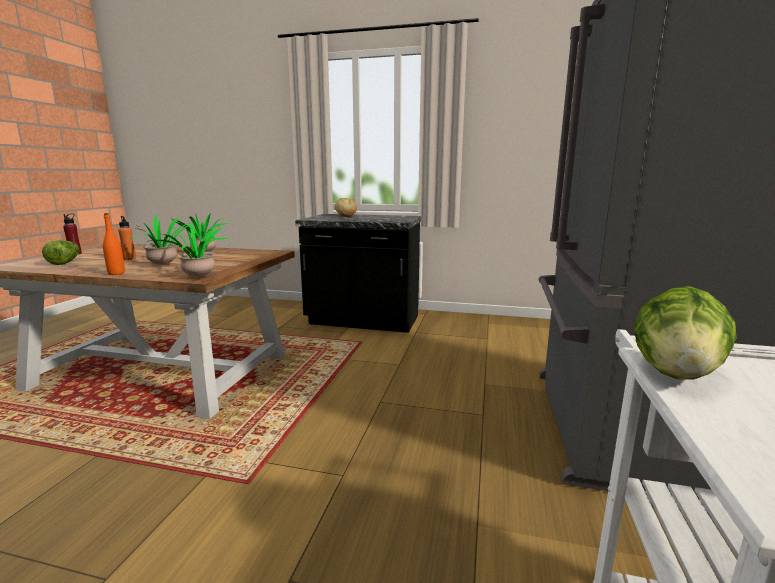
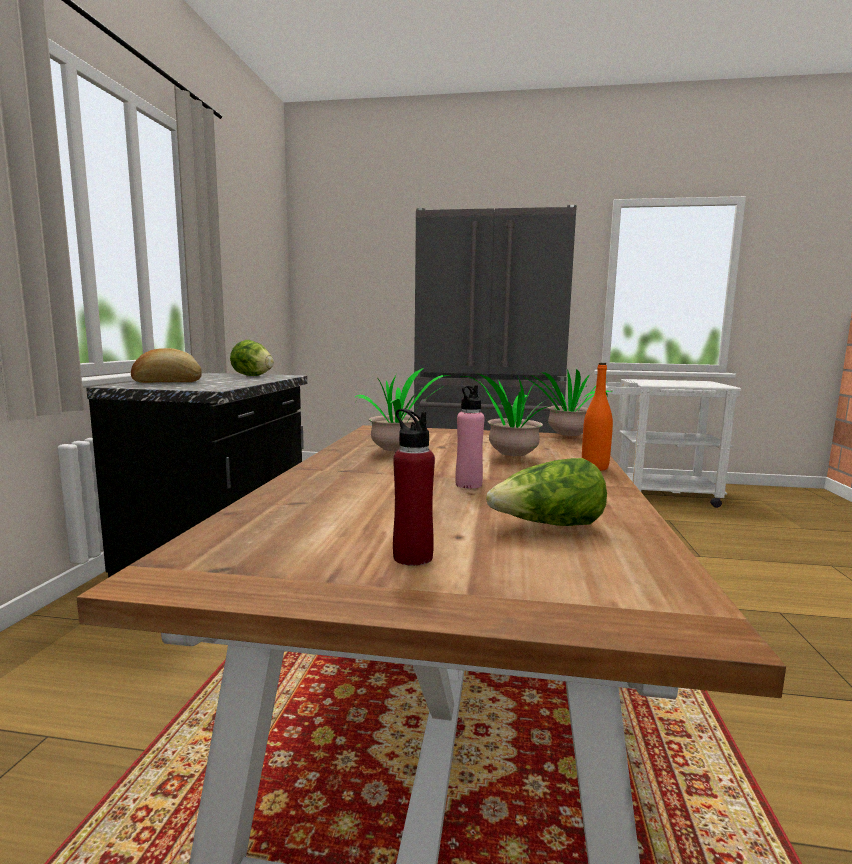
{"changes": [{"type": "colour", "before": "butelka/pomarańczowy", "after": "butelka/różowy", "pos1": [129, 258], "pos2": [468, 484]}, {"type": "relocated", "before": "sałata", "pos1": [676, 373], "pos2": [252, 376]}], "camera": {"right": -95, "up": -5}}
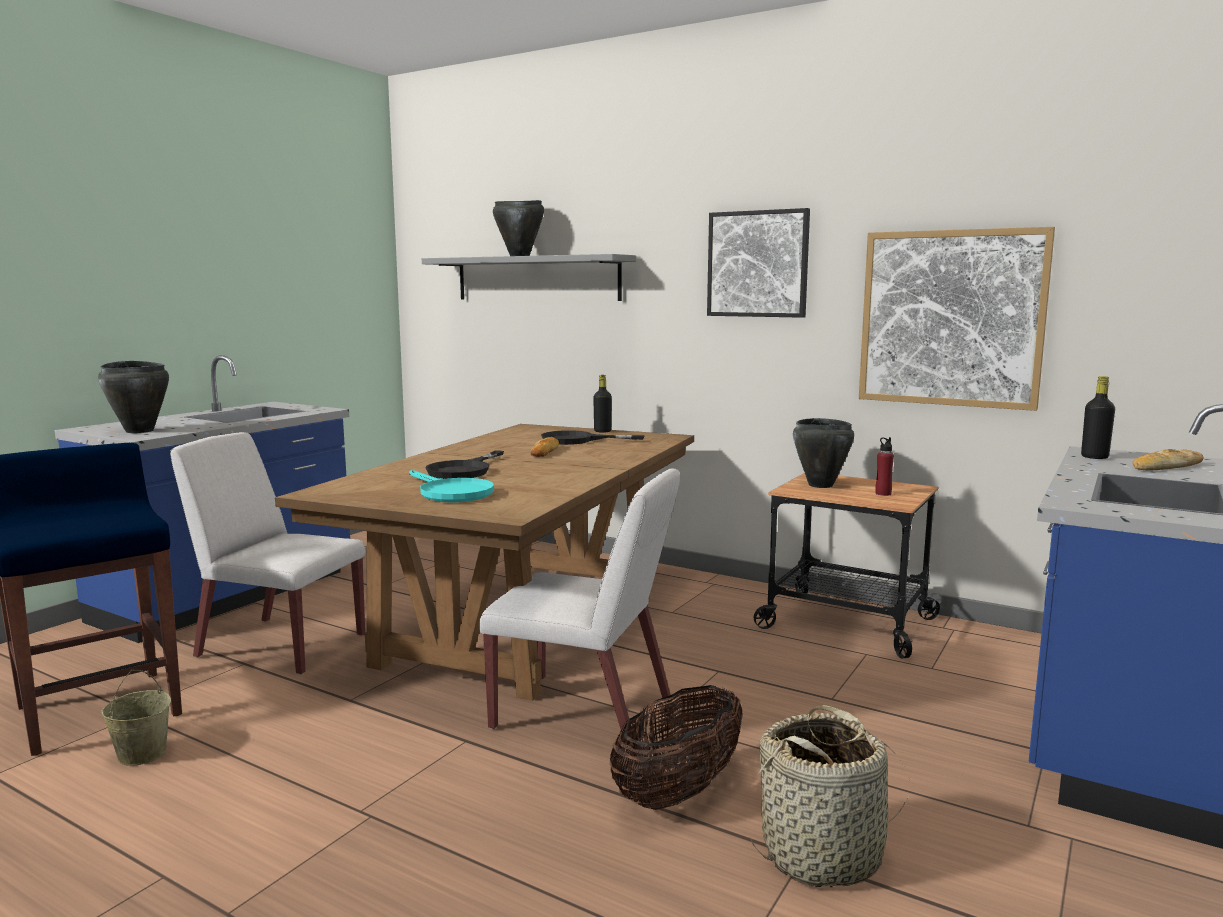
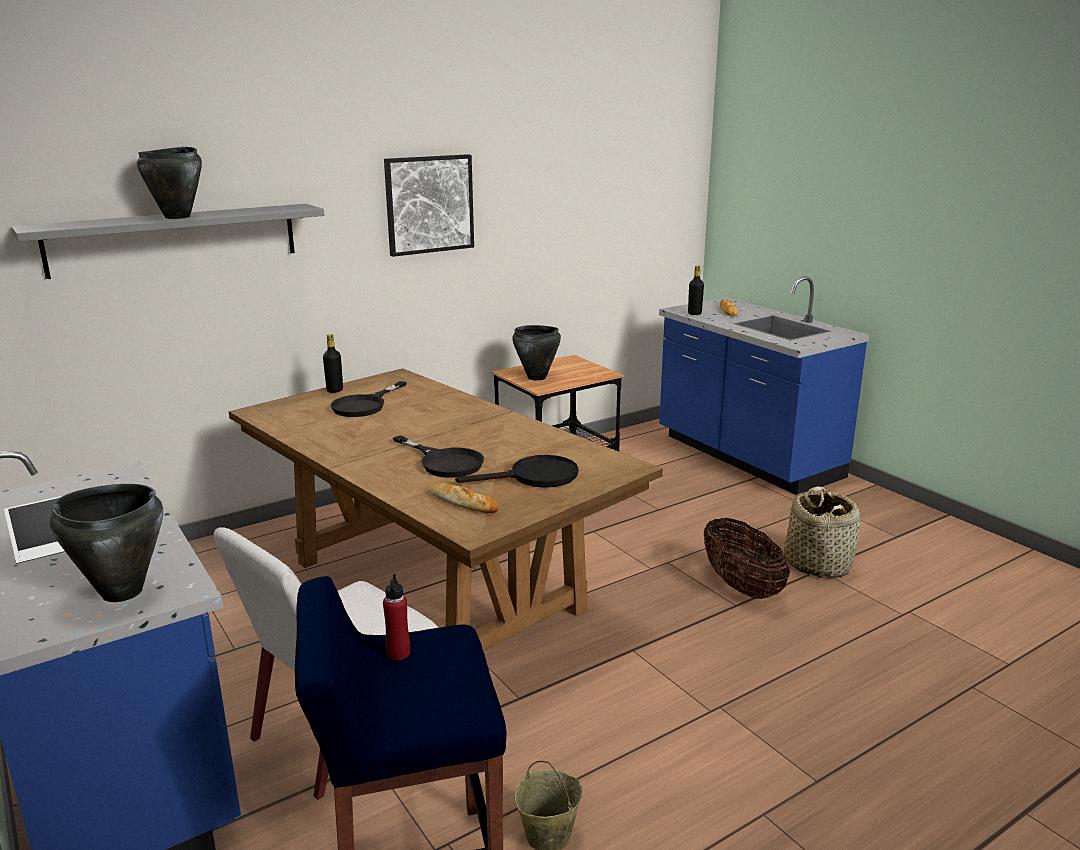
{"changes": [{"type": "missing", "before": "obraz", "pos1": [951, 318]}, {"type": "relocated", "before": "chleb", "pos1": [545, 451], "pos2": [463, 503]}, {"type": "relocated", "before": "butelka/czerwony", "pos1": [883, 493], "pos2": [398, 653]}, {"type": "missing", "before": "krzesło/biały", "pos1": [585, 713]}, {"type": "colour", "before": "patelnia/turkusowy", "after": "patelnia/czarny", "pos1": [451, 493], "pos2": [534, 477]}], "camera": {"right": -65, "up": 10}}
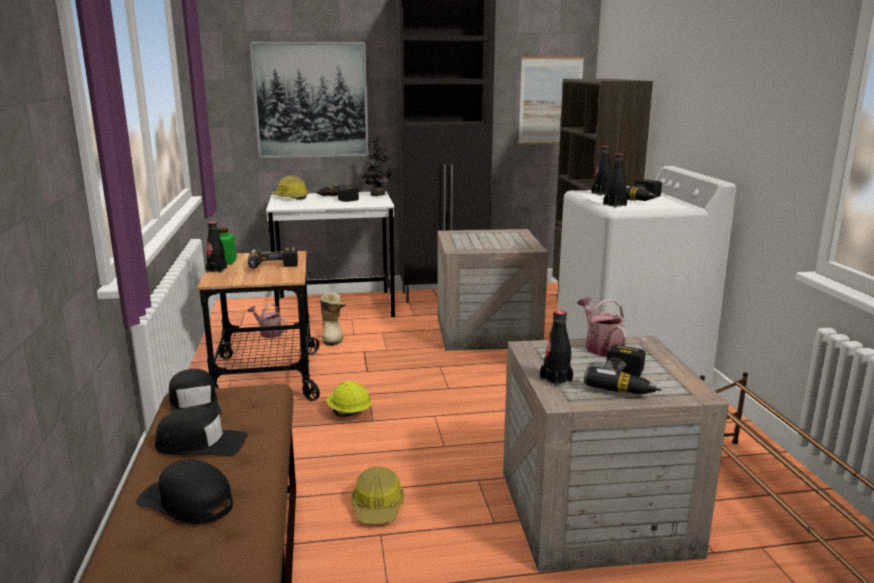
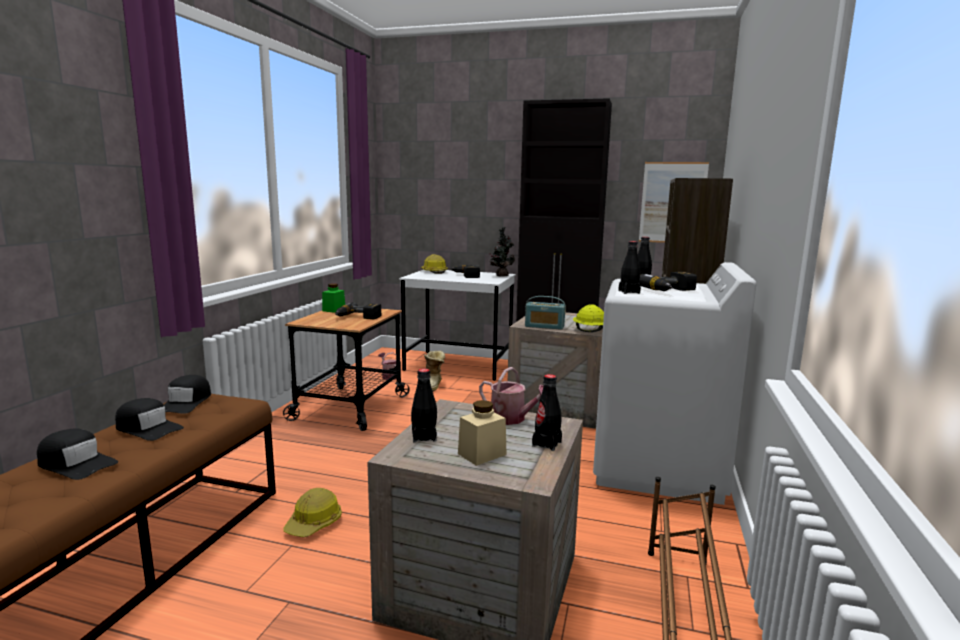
{"changes": [{"type": "missing", "before": "obraz", "pos1": [311, 100]}, {"type": "relocated", "before": "butelka/czarny", "pos1": [216, 270], "pos2": [546, 444]}, {"type": "spun", "before": "konewka", "pos1": [600, 347], "pos2": [512, 419], "turn": 120}, {"type": "exchanged", "before": "wiertarka", "after": "słoik/beżowy", "pos1": [627, 383], "pos2": [482, 454]}, {"type": "relocated", "before": "kask/żółty", "pos1": [349, 413], "pos2": [589, 331]}, {"type": "spun", "before": "czapka z daszkiem/czarny", "pos1": [187, 502], "pos2": [76, 464], "turn": 150}, {"type": "appeared", "after": "radio", "pos2": [544, 326]}], "camera": {"right": 25, "up": -5}}
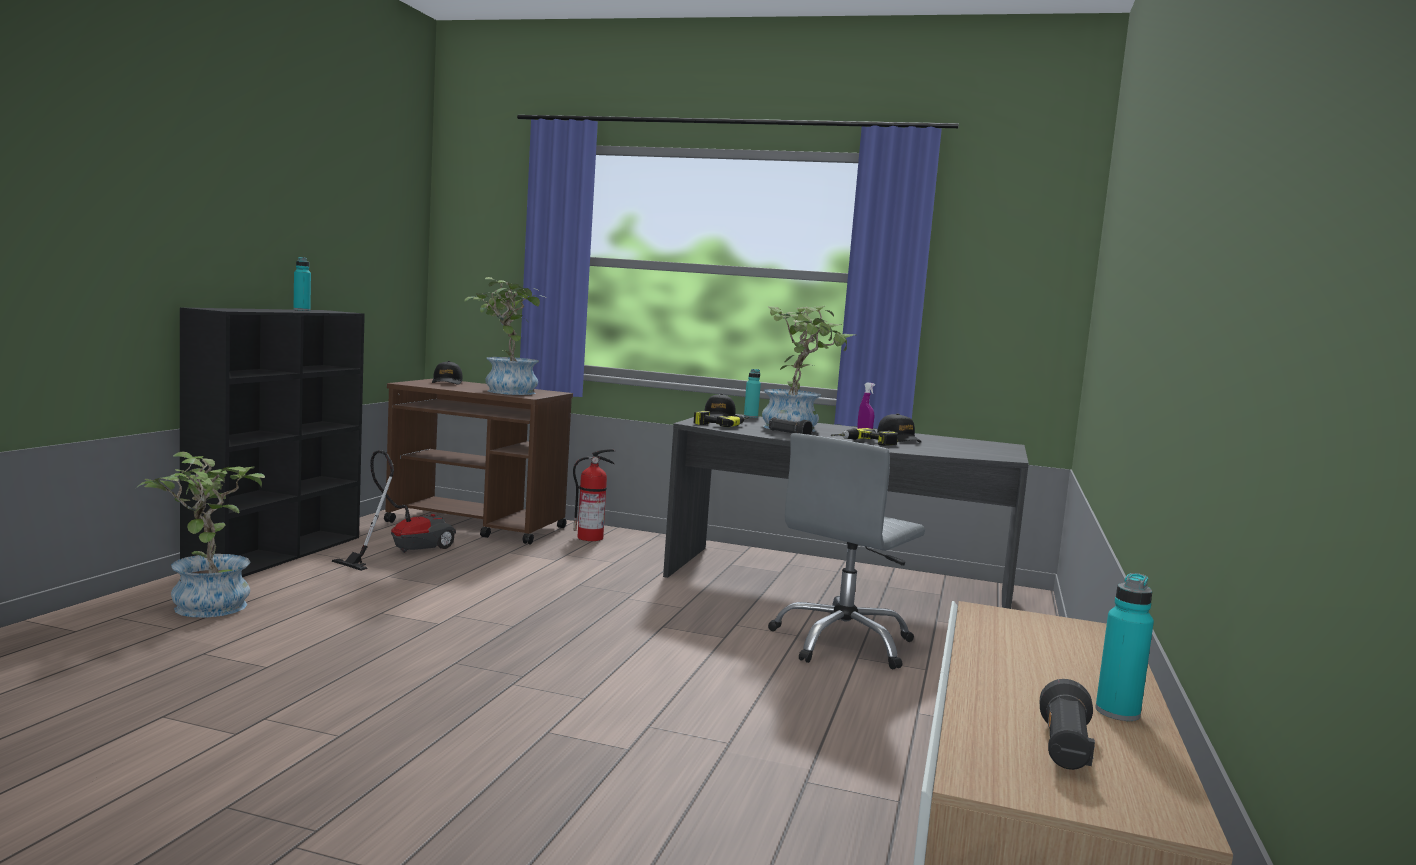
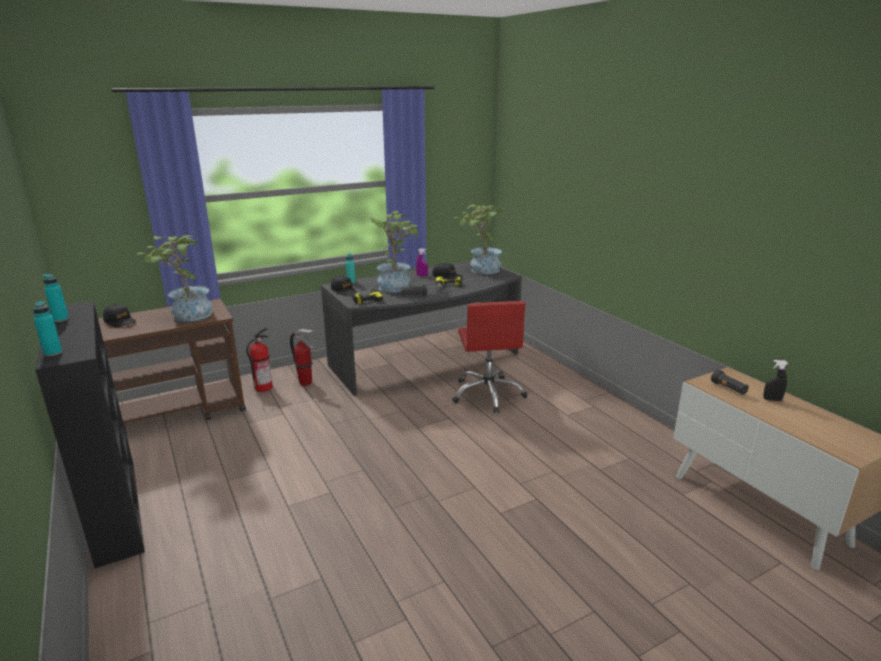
{"changes": [{"type": "colour", "before": "krzesło biurowe/szary", "after": "krzesło biurowe/czerwony", "pos1": [843, 643], "pos2": [488, 394]}, {"type": "missing", "before": "odkurzacz", "pos1": [403, 551]}, {"type": "relocated", "before": "roślina doniczkowa", "pos1": [205, 603], "pos2": [480, 270]}, {"type": "relocated", "before": "butelka/turkusowy", "pos1": [1117, 712], "pos2": [53, 353]}, {"type": "relocated", "before": "latarka/czarny", "pos1": [1064, 750], "pos2": [728, 389]}, {"type": "appeared", "after": "gaśnica", "pos2": [306, 383]}, {"type": "appeared", "after": "spryskiwacz/czarny", "pos2": [772, 399]}], "camera": {"right": -45, "up": 15}}
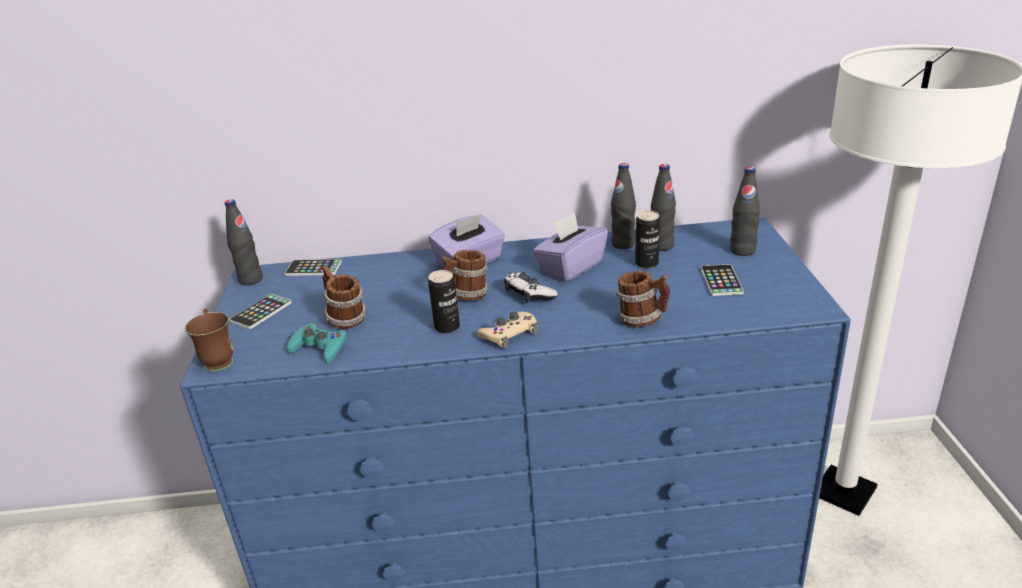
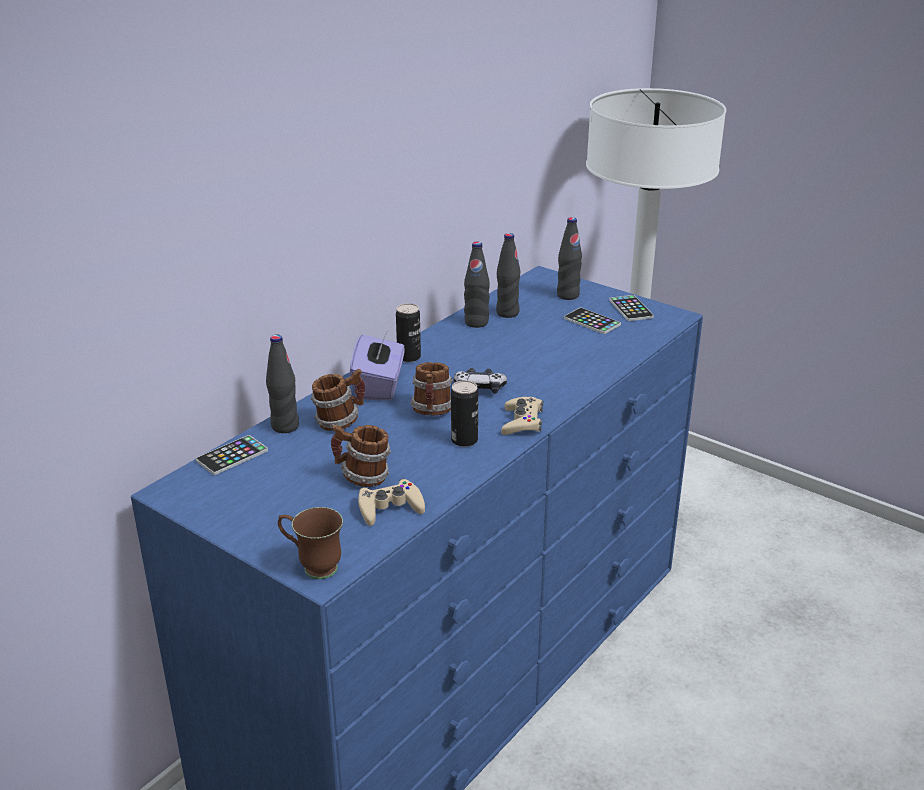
{"changes": [{"type": "relocated", "before": "butelka/czarny", "pos1": [251, 280], "pos2": [285, 426]}, {"type": "relocated", "before": "puszka", "pos1": [646, 263], "pos2": [409, 357]}, {"type": "missing", "before": "pudełko chusteczek/fioletowy", "pos1": [571, 267]}, {"type": "relocated", "before": "kubek", "pos1": [642, 320], "pos2": [339, 421]}, {"type": "relocated", "before": "telefon", "pos1": [261, 312], "pos2": [631, 309]}, {"type": "colour", "before": "pad do gier/turkusowy", "after": "pad do gier/beżowy", "pos1": [319, 348], "pos2": [390, 508]}], "camera": {"right": -50, "up": 0}}
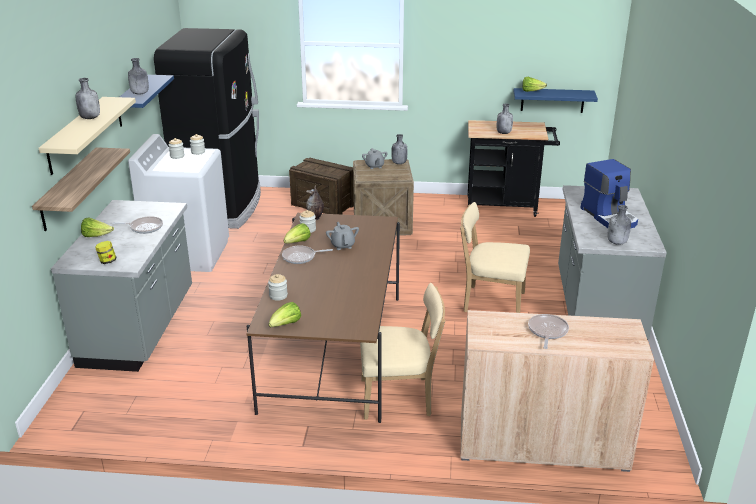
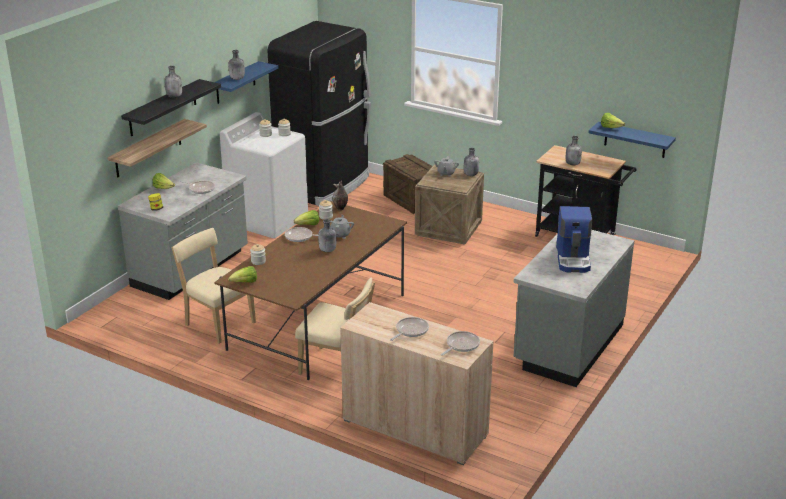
{"changes": [{"type": "colour", "before": "półka/beżowy", "after": "półka/czarny", "pos1": [75, 135], "pos2": [163, 108]}, {"type": "relocated", "before": "krzesło/beżowy", "pos1": [490, 302], "pos2": [218, 323]}, {"type": "relocated", "before": "butelka/szary", "pos1": [617, 242], "pos2": [327, 250]}, {"type": "appeared", "after": "patelnia", "pos2": [461, 345]}], "camera": {"right": 25, "up": 0}}
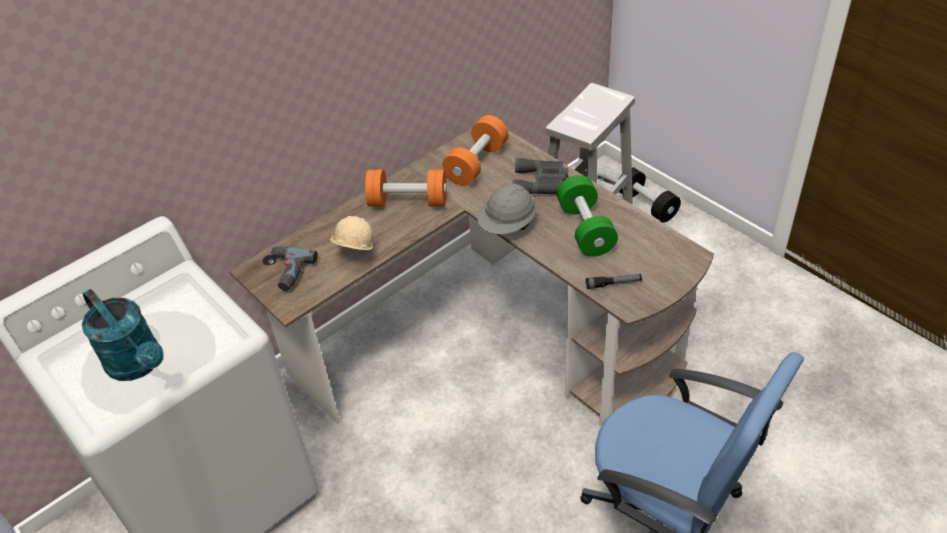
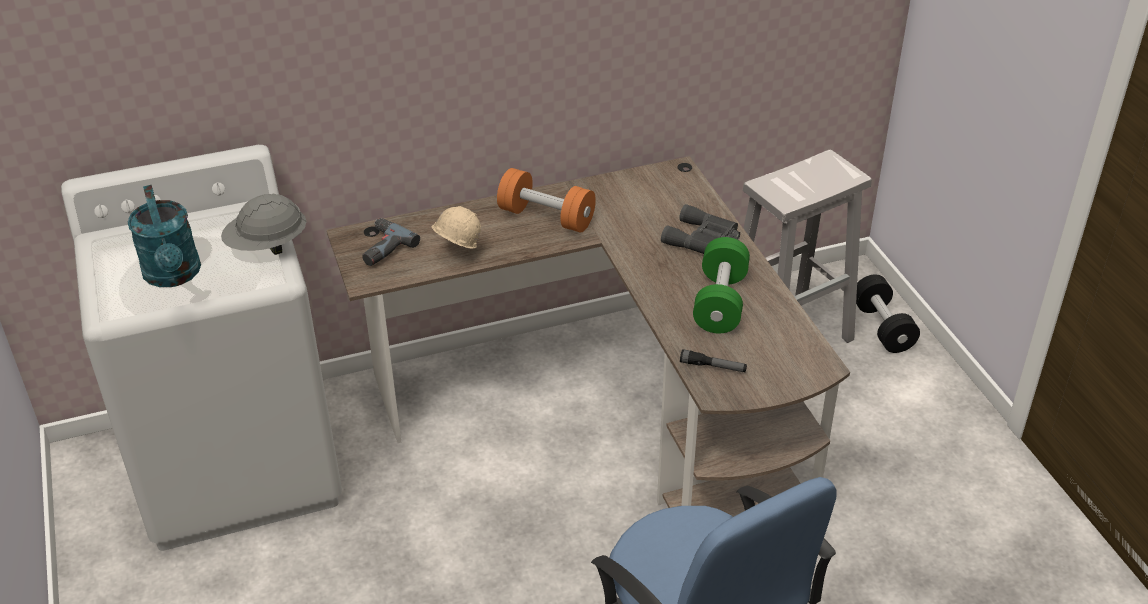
{"changes": [{"type": "missing", "before": "hantel/pomarańczowy", "pos1": [476, 164]}, {"type": "relocated", "before": "kask/szary", "pos1": [507, 225], "pos2": [267, 246]}], "camera": {"right": 20, "up": -5}}
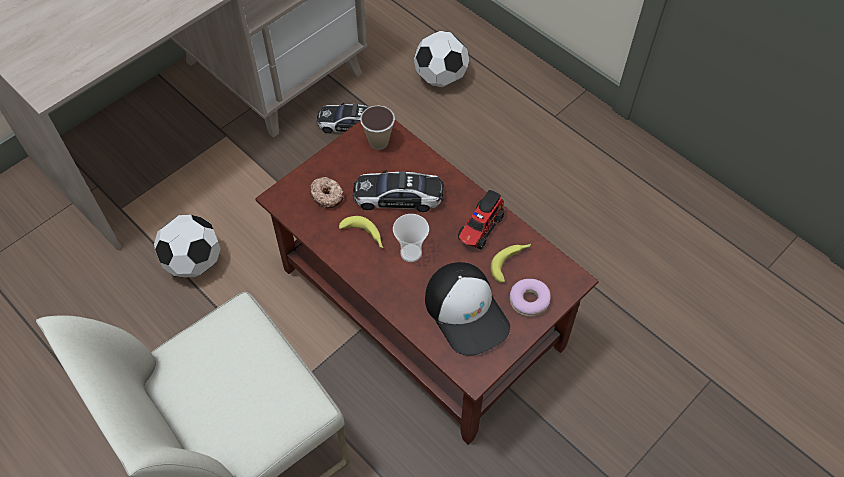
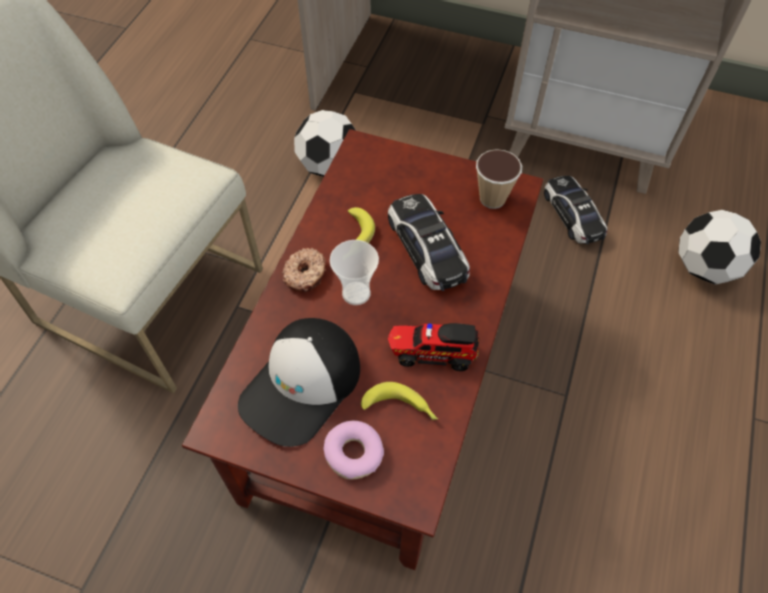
{"changes": [{"type": "relocated", "before": "donut", "pos1": [327, 195], "pos2": [306, 274]}], "camera": {"right": 65, "up": 0}}
